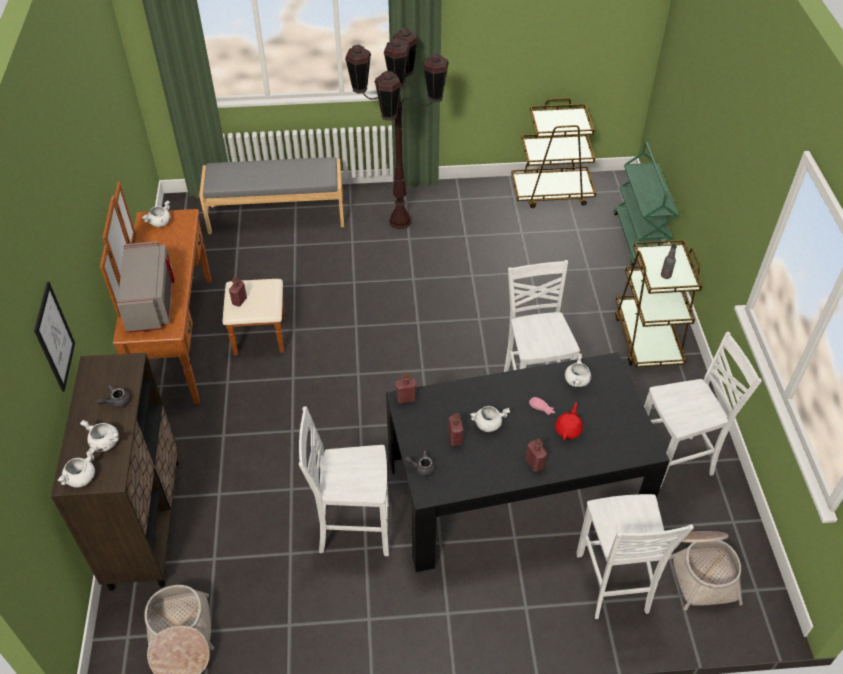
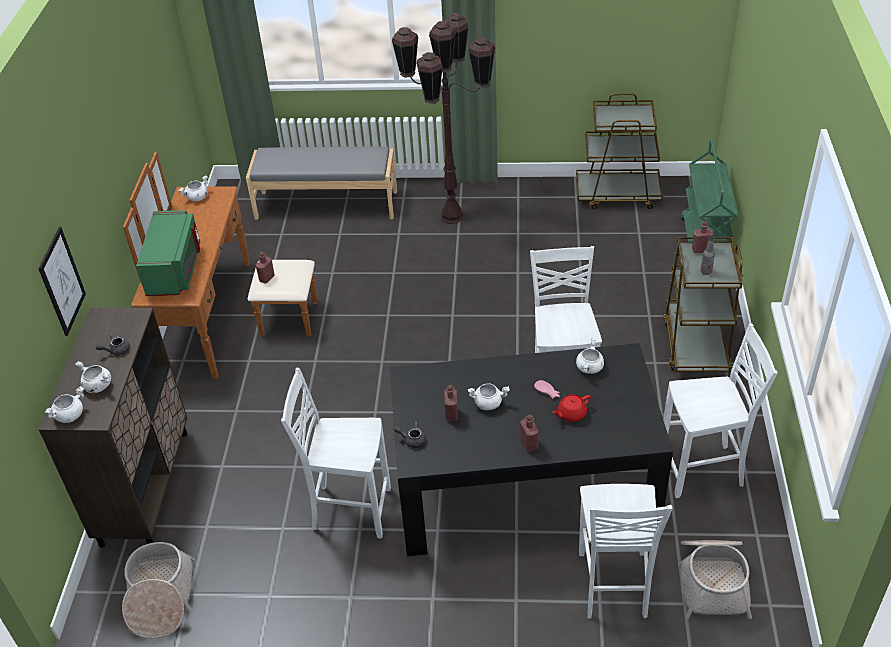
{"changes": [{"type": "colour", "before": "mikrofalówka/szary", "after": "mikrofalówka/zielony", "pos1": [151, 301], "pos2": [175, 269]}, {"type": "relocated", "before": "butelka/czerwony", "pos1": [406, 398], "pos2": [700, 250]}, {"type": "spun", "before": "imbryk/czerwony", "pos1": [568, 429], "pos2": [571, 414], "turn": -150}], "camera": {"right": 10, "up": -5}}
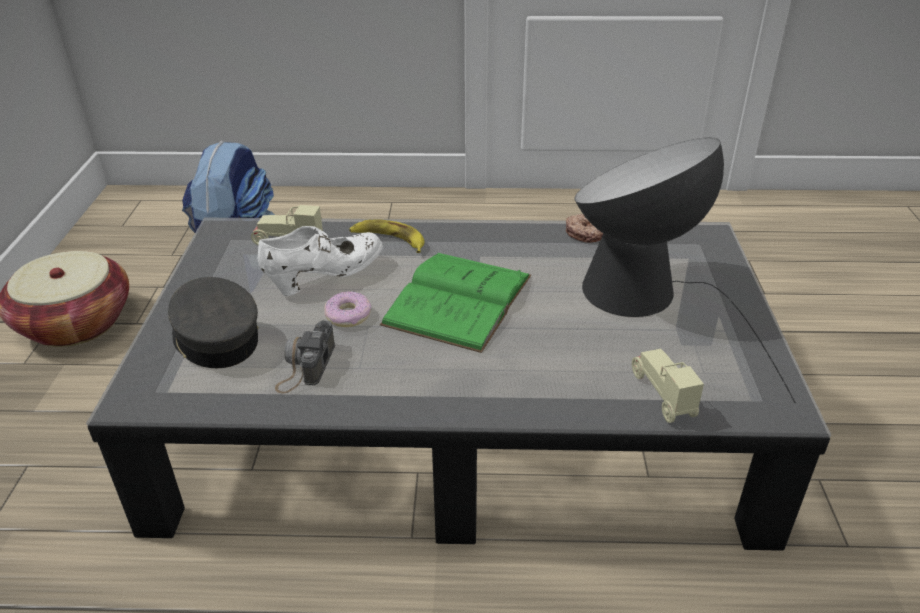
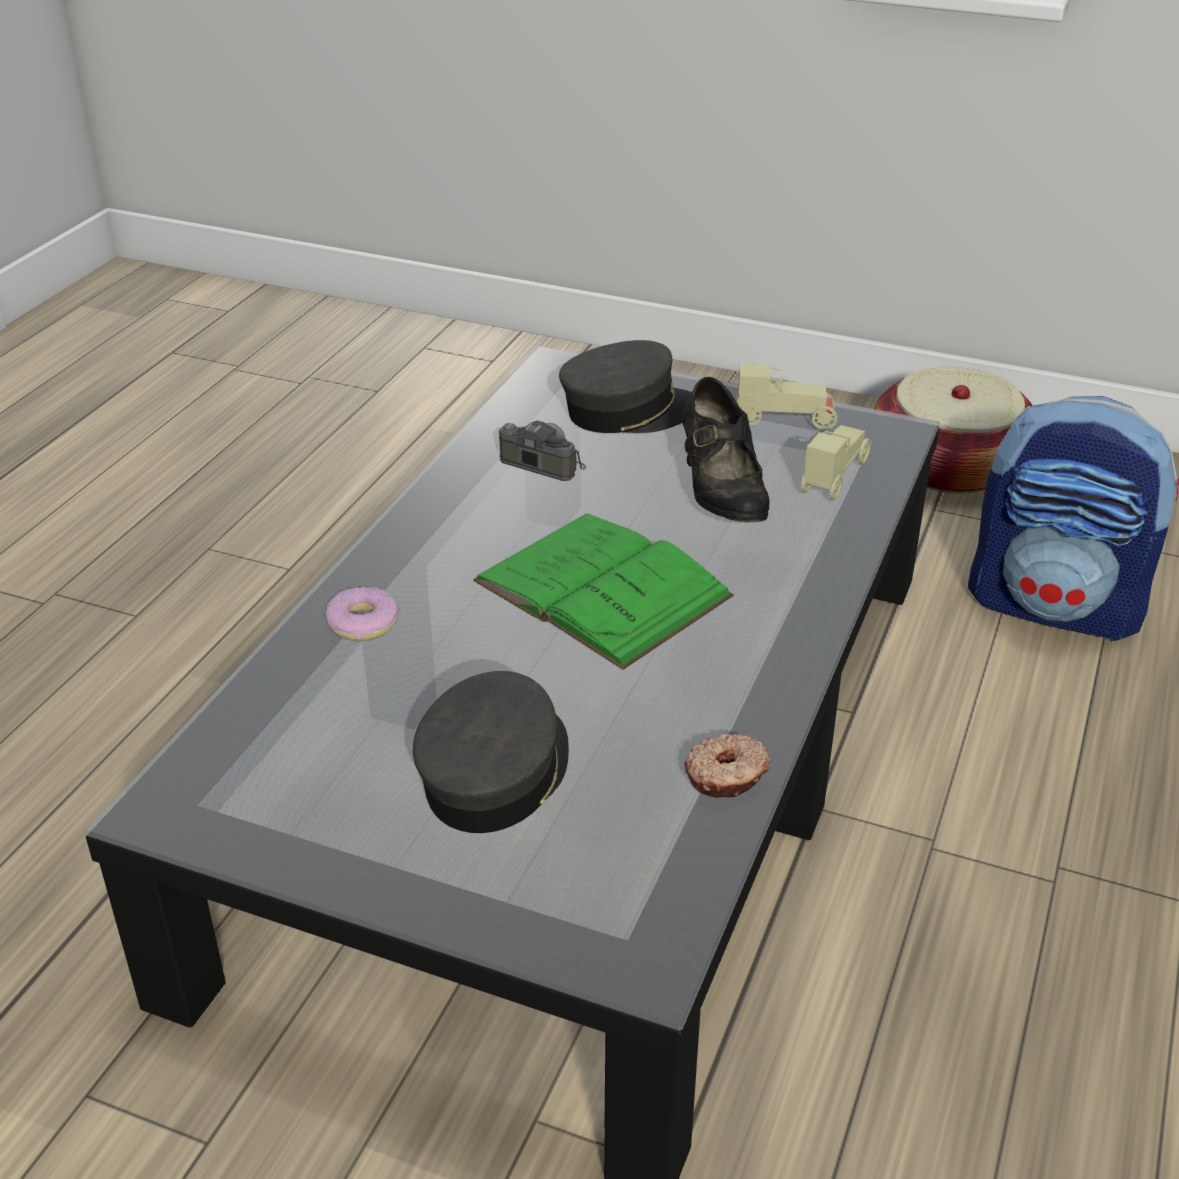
{"changes": [{"type": "exchanged", "before": "lampa stołowa", "after": "czapka z daszkiem/szary", "pos1": [644, 296], "pos2": [496, 774]}, {"type": "missing", "before": "banan", "pos1": [389, 240]}, {"type": "colour", "before": "but/biały", "after": "but/czarny", "pos1": [326, 277], "pos2": [720, 494]}, {"type": "relocated", "before": "donut", "pos1": [348, 315], "pos2": [362, 624]}, {"type": "relocated", "before": "samochodzik/beżowy", "pos1": [661, 394], "pos2": [785, 419]}], "camera": {"right": 110, "up": 0}}
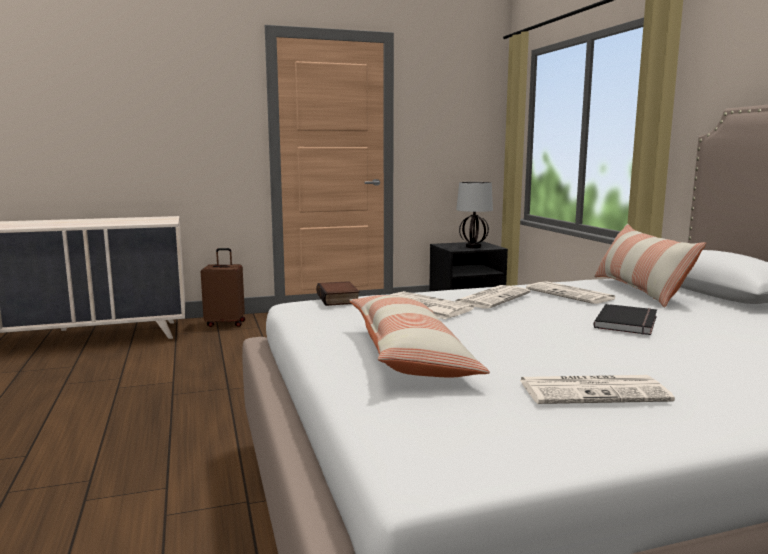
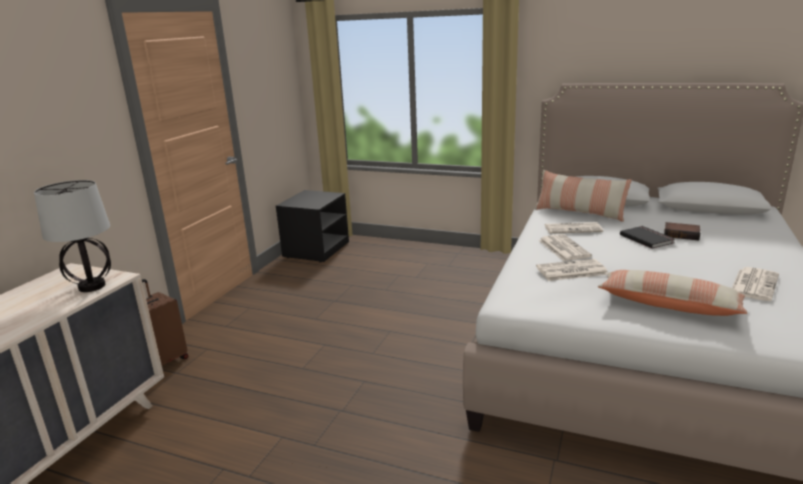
{"changes": [{"type": "relocated", "before": "lampa stołowa", "pos1": [473, 247], "pos2": [92, 286]}, {"type": "relocated", "before": "książka", "pos1": [339, 299], "pos2": [682, 234]}], "camera": {"right": -50, "up": 10}}
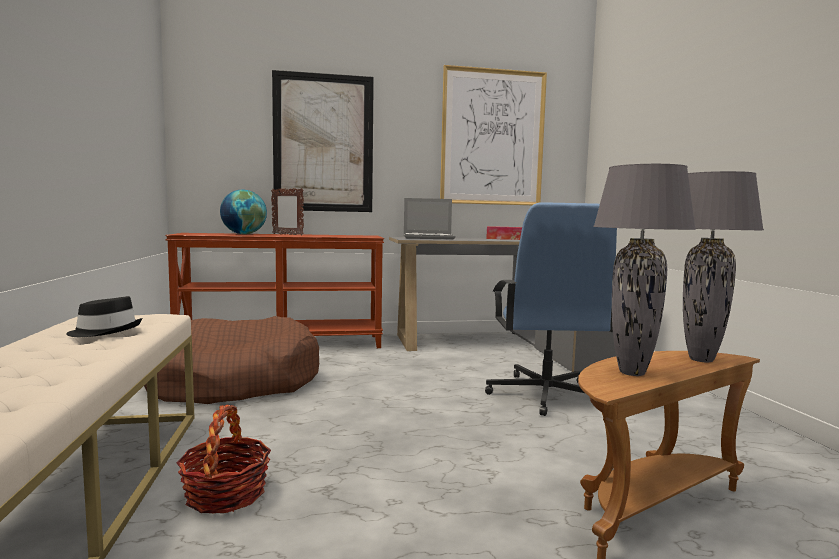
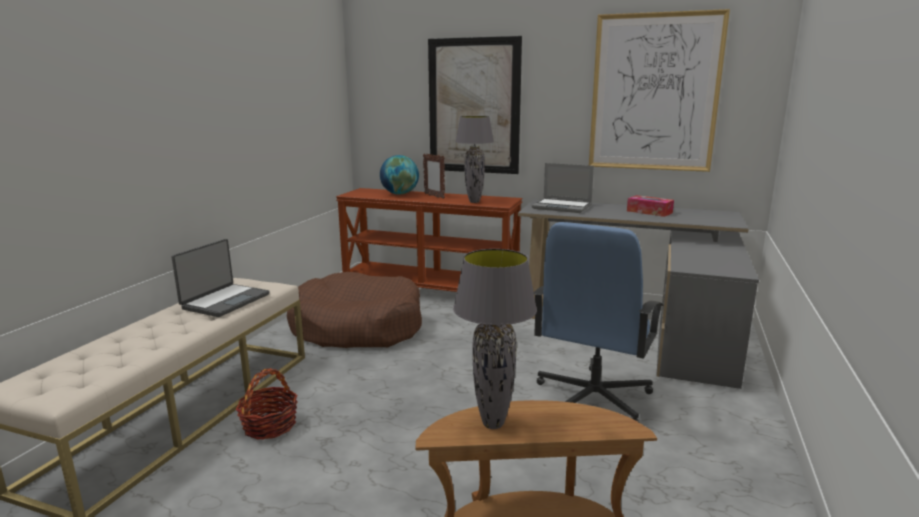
{"changes": [{"type": "relocated", "before": "lampa stołowa/szary", "pos1": [701, 360], "pos2": [474, 202]}, {"type": "exchanged", "before": "kapelusz/czarny", "after": "laptop", "pos1": [106, 331], "pos2": [225, 301]}], "camera": {"right": 30, "up": 10}}
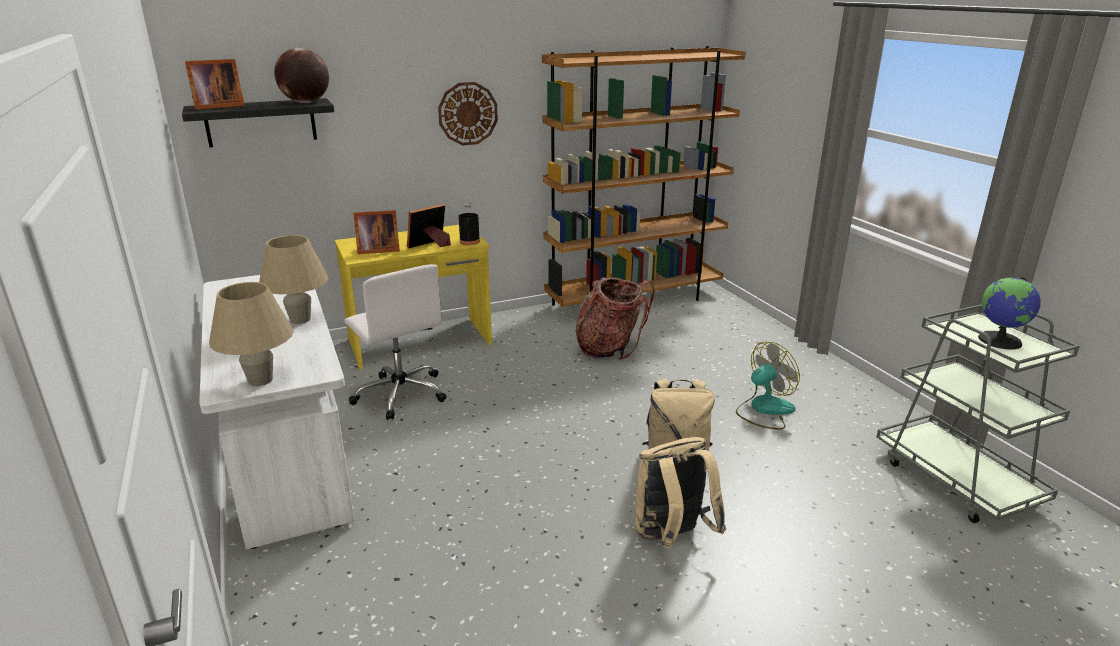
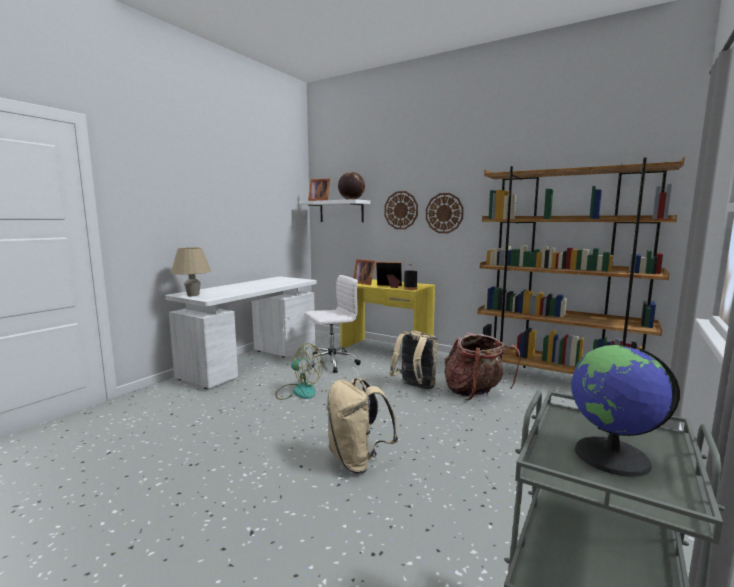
{"changes": [{"type": "colour", "before": "półka/czarny", "after": "półka/biały", "pos1": [261, 122], "pos2": [341, 211]}, {"type": "missing", "before": "lampa stołowa/beżowy", "pos1": [300, 319]}, {"type": "spun", "before": "krzesło biurowe/biały", "pos1": [400, 394], "pos2": [331, 362], "turn": -135}, {"type": "relocated", "before": "wentylator", "pos1": [764, 410], "pos2": [298, 391]}, {"type": "relocated", "before": "plecak/beżowy", "pos1": [672, 537], "pos2": [415, 388]}, {"type": "appeared", "after": "zegar ścienny", "pos2": [401, 210]}], "camera": {"right": 55, "up": -15}}
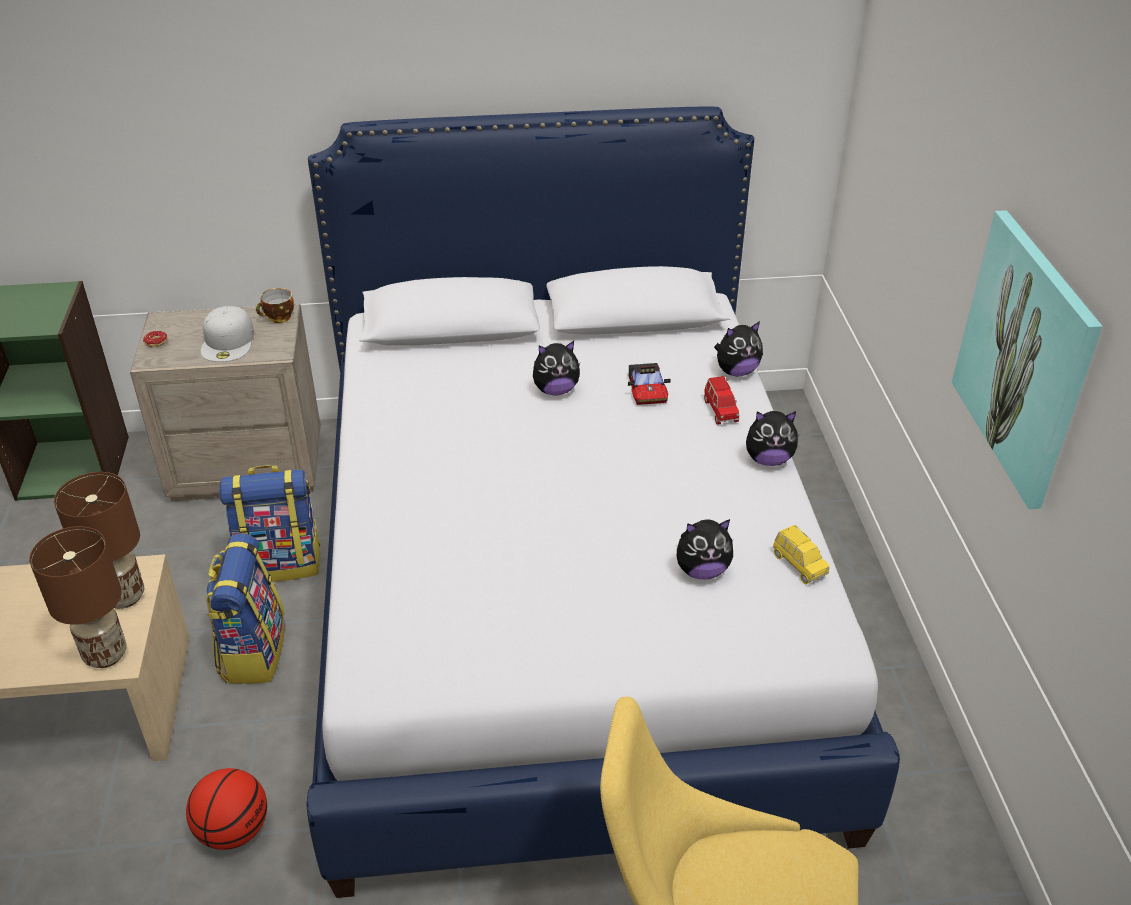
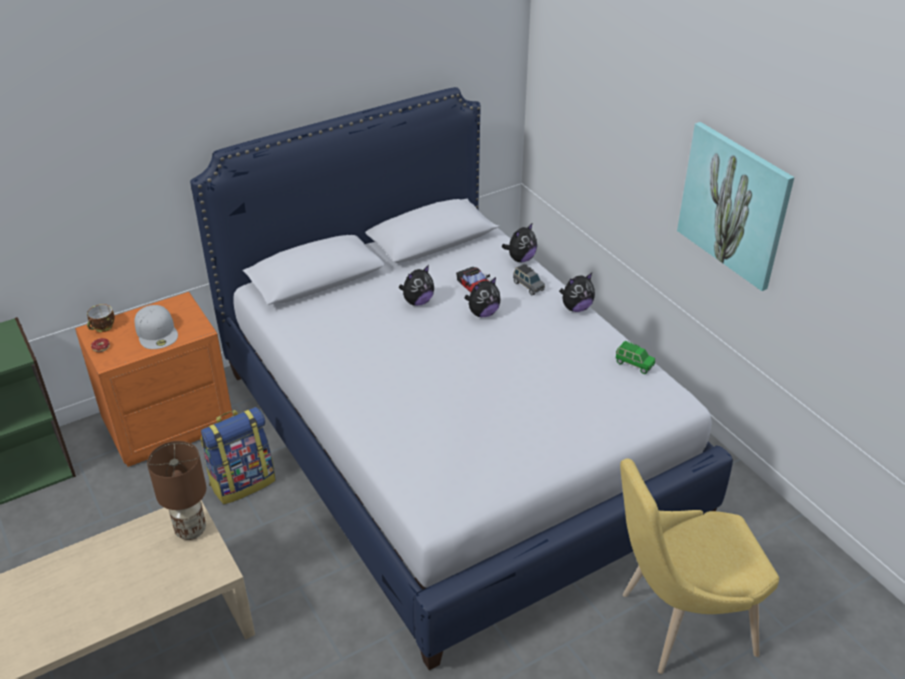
{"changes": [{"type": "relocated", "before": "filiżanka", "pos1": [278, 318], "pos2": [103, 328]}, {"type": "colour", "before": "szafka nocna/beżowy", "after": "szafka nocna/pomarańczowy", "pos1": [247, 466], "pos2": [168, 424]}, {"type": "colour", "before": "samochodzik/czerwony", "after": "samochodzik/szary", "pos1": [720, 410], "pos2": [528, 286]}, {"type": "relocated", "before": "pluszak", "pos1": [702, 570], "pos2": [483, 313]}, {"type": "colour", "before": "samochodzik/żółty", "after": "samochodzik/zielony", "pos1": [799, 565], "pos2": [633, 364]}, {"type": "missing", "before": "lampa stołowa/brązowy", "pos1": [104, 654]}, {"type": "missing", "before": "plecak", "pos1": [252, 651]}, {"type": "missing", "before": "piłka do koszykówki", "pos1": [233, 830]}], "camera": {"right": -25, "up": 0}}
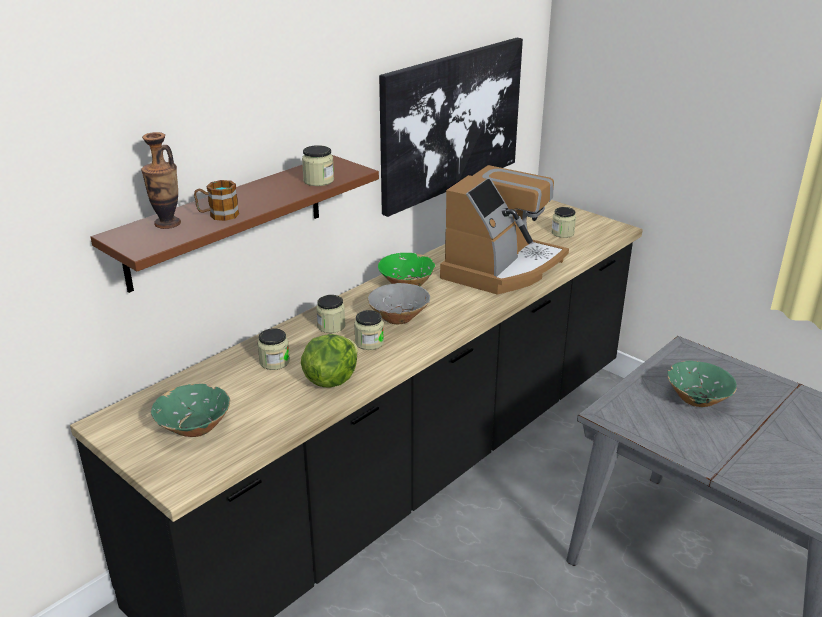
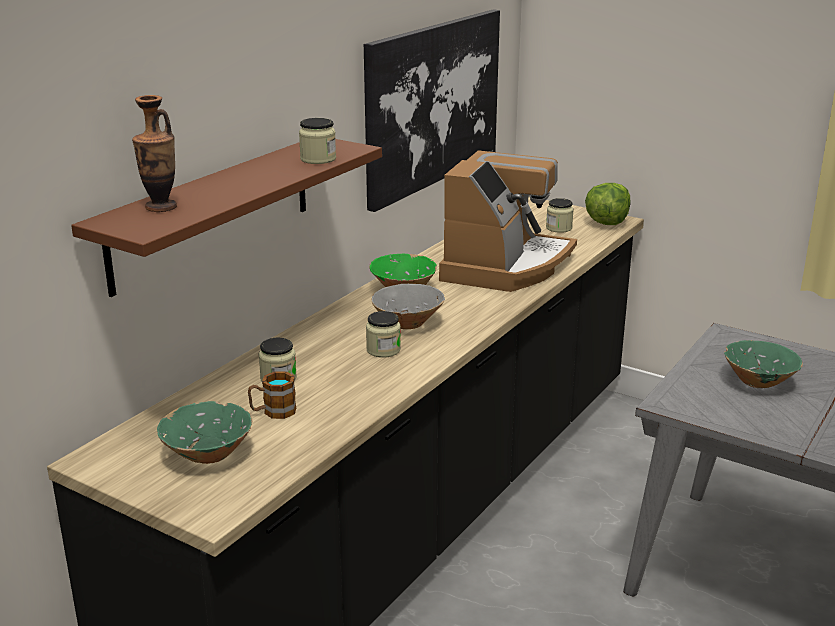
{"changes": [{"type": "relocated", "before": "kubek", "pos1": [218, 215], "pos2": [273, 412]}, {"type": "missing", "before": "słoik", "pos1": [331, 326]}, {"type": "relocated", "before": "sałata", "pos1": [330, 379], "pos2": [606, 222]}], "camera": {"right": -10, "up": -5}}
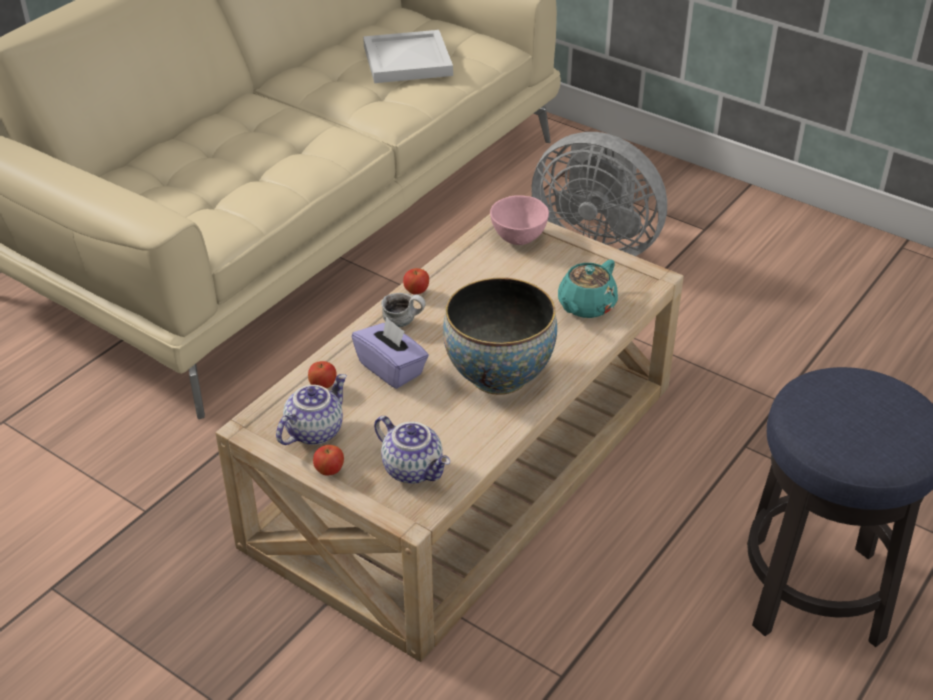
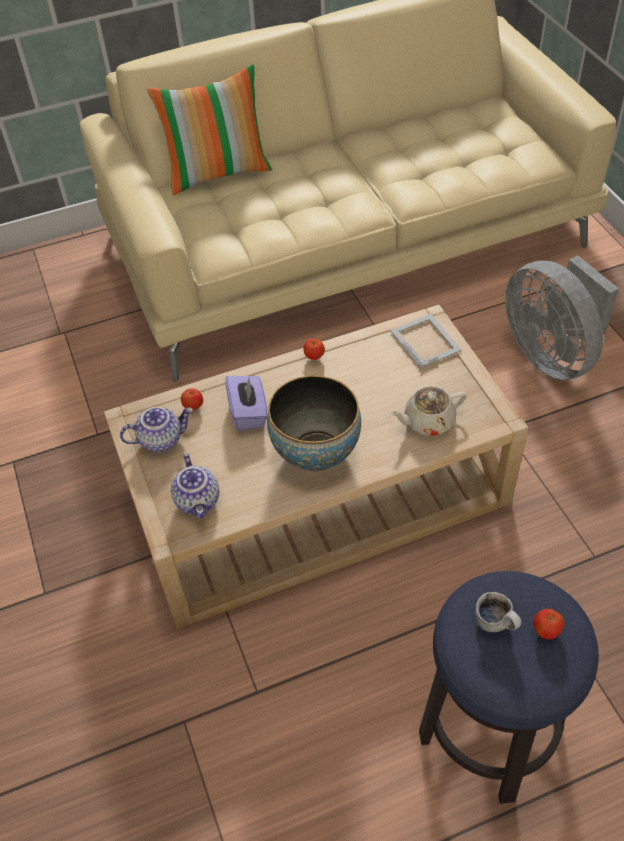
{"changes": [{"type": "missing", "before": "taca/biały", "pos1": [408, 60]}, {"type": "exchanged", "before": "miska/różowy", "after": "ramka na zdjęcie", "pos1": [519, 237], "pos2": [425, 340]}, {"type": "colour", "before": "imbryk/turkusowy", "after": "imbryk/beżowy", "pos1": [585, 306], "pos2": [428, 421]}, {"type": "relocated", "before": "kubek", "pos1": [404, 321], "pos2": [497, 623]}, {"type": "relocated", "before": "jabłko", "pos1": [330, 471], "pos2": [546, 631]}, {"type": "appeared", "after": "poduszka", "pos2": [218, 173]}], "camera": {"right": 35, "up": 10}}
